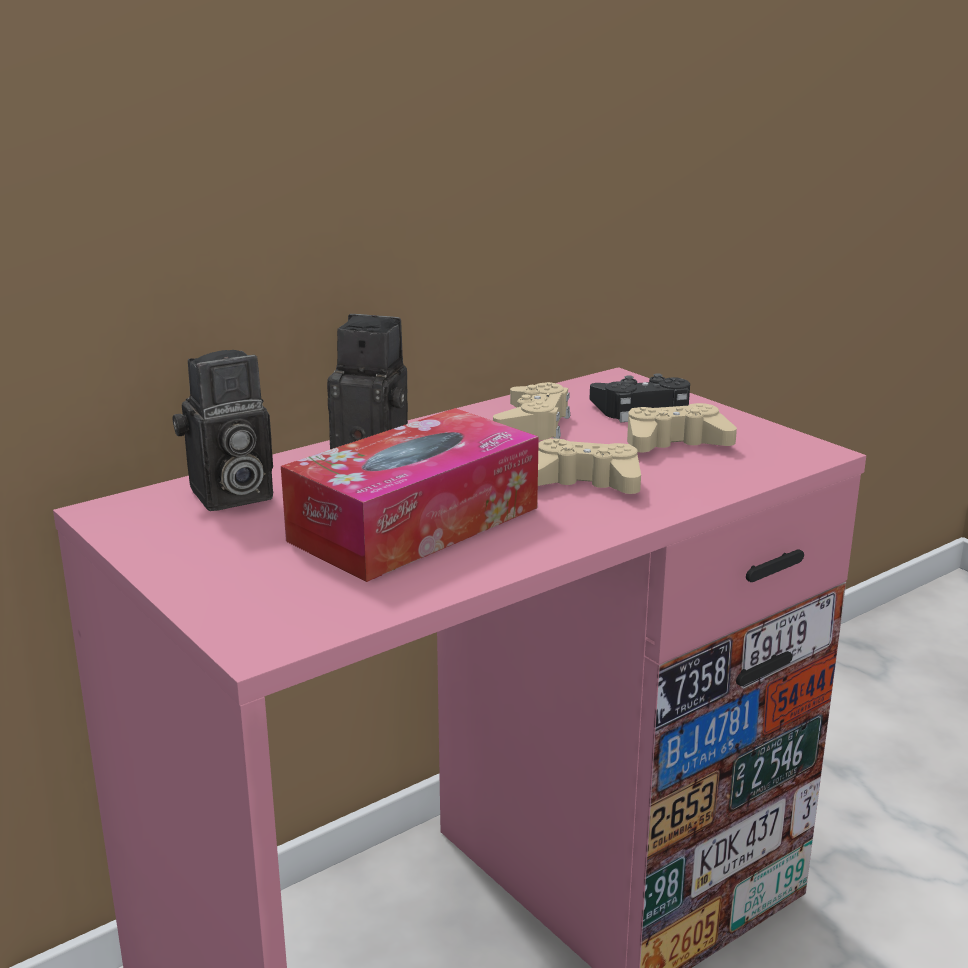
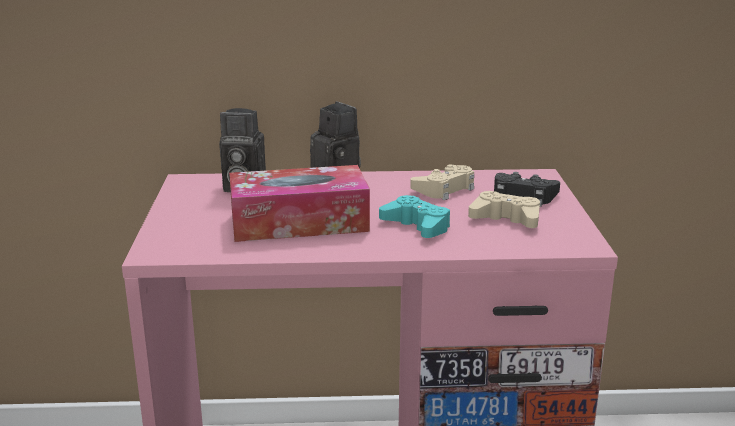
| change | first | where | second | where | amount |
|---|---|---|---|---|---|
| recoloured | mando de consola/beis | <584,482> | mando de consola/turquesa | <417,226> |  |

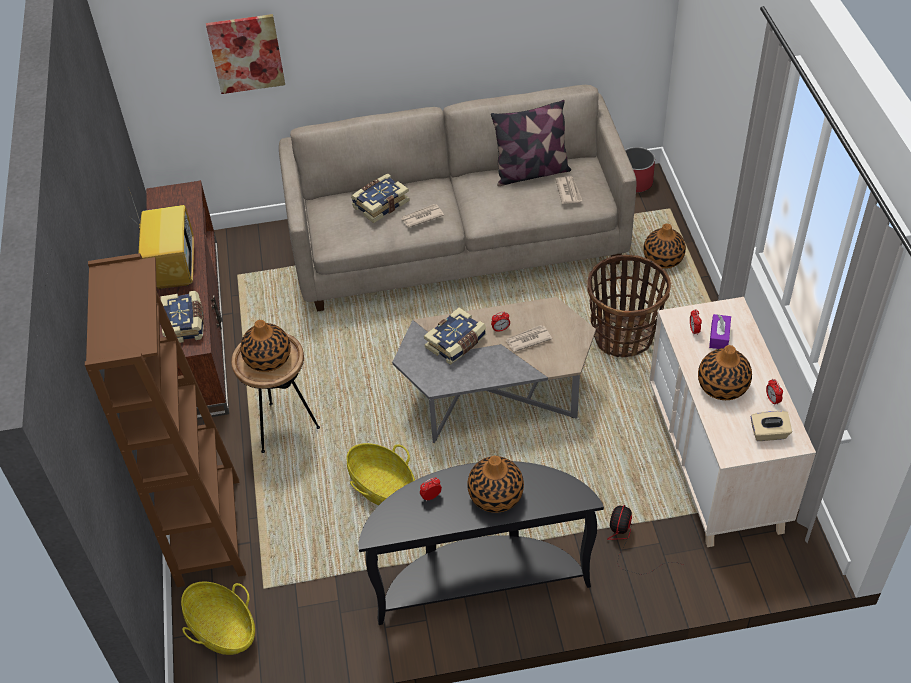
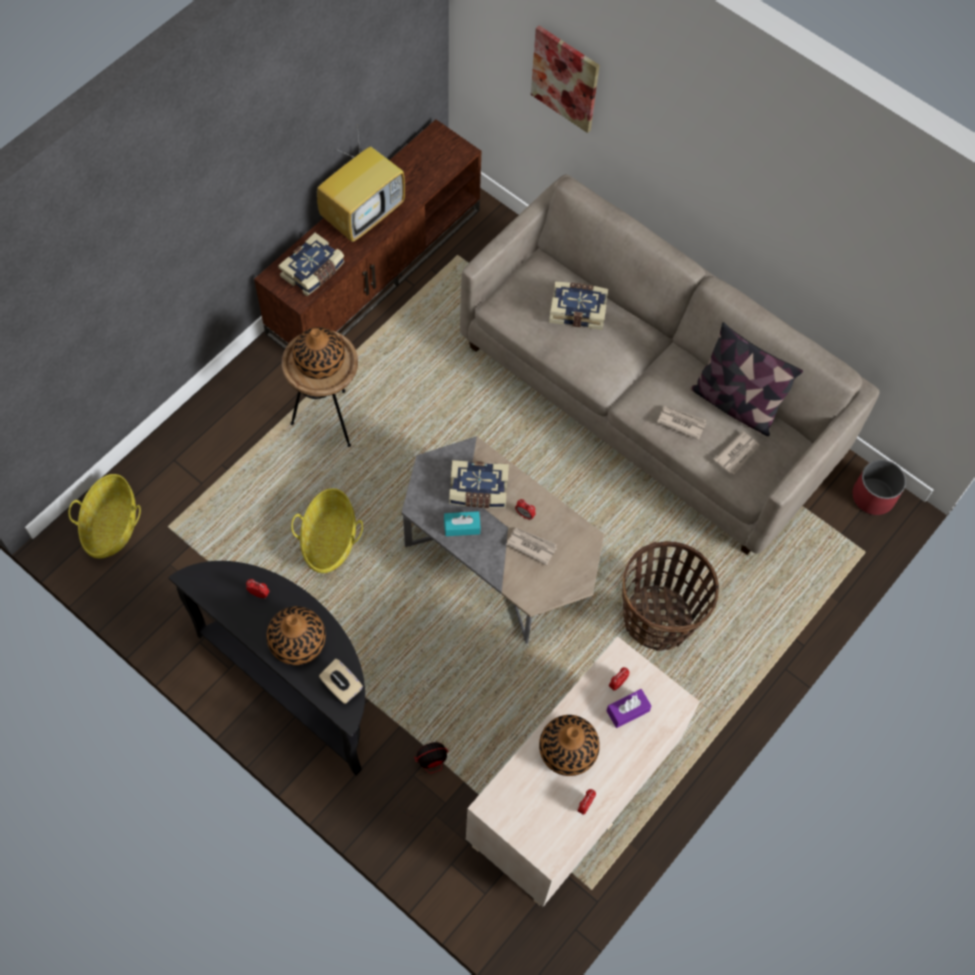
| change | first | where | second | where | amount |
|---|---|---|---|---|---|
| moved | caja de pañuelos/beis | <769,433> |  | <341,687> |  |
| added |  |  | caja de pañuelos/turquesa | <462,527> |  |
| moved | periódico | <421,217> |  | <681,422> |  |
| removed | estantería/marrón | <209,531> |  |  |  |
| removed | florero | <663,258> |  |  |  |

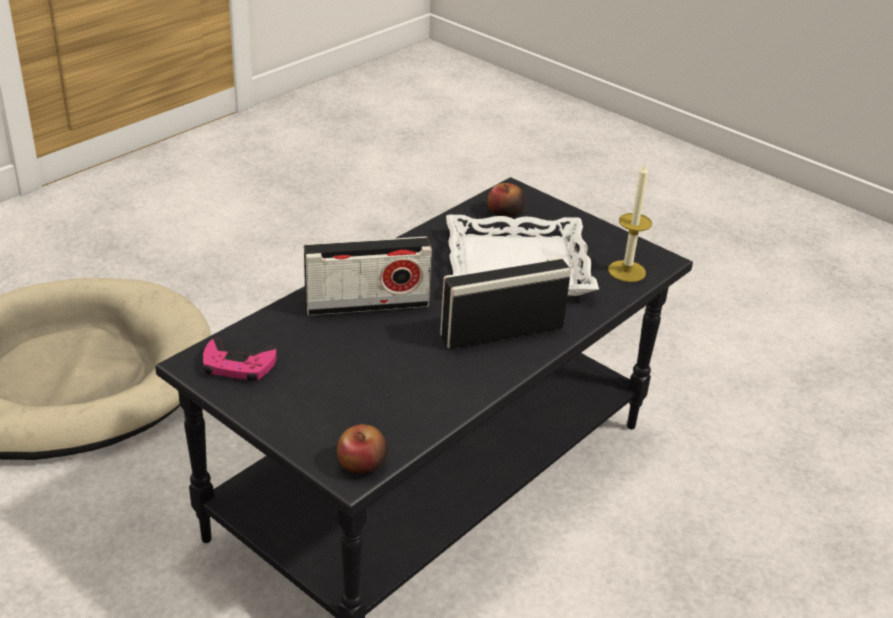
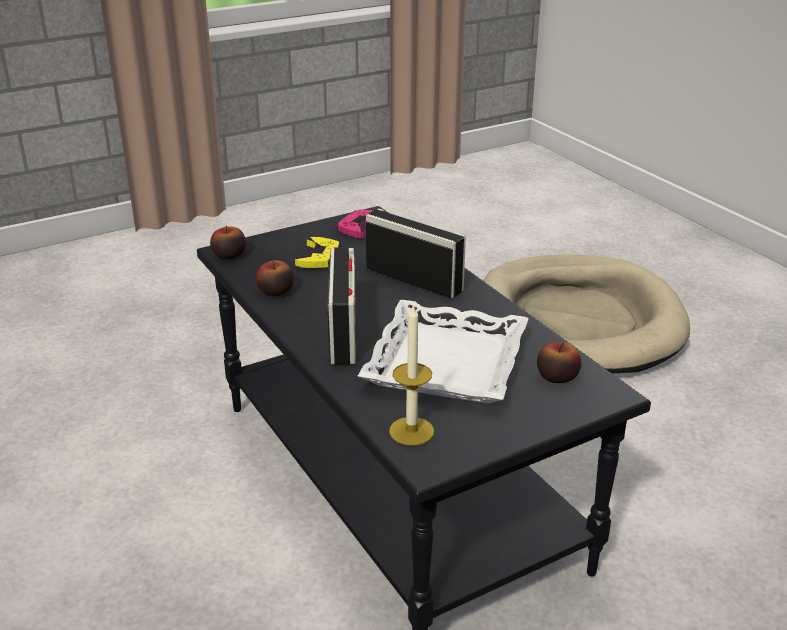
| change | first | where | second | where | amount |
|---|---|---|---|---|---|
| added |  |  | manzana | <275,291> |  |
| added |  |  | mando de consola/amarillo | <319,258> |  |
| turned | radio | <367,304> |  | <413,280> | 120 degrees clockwise |

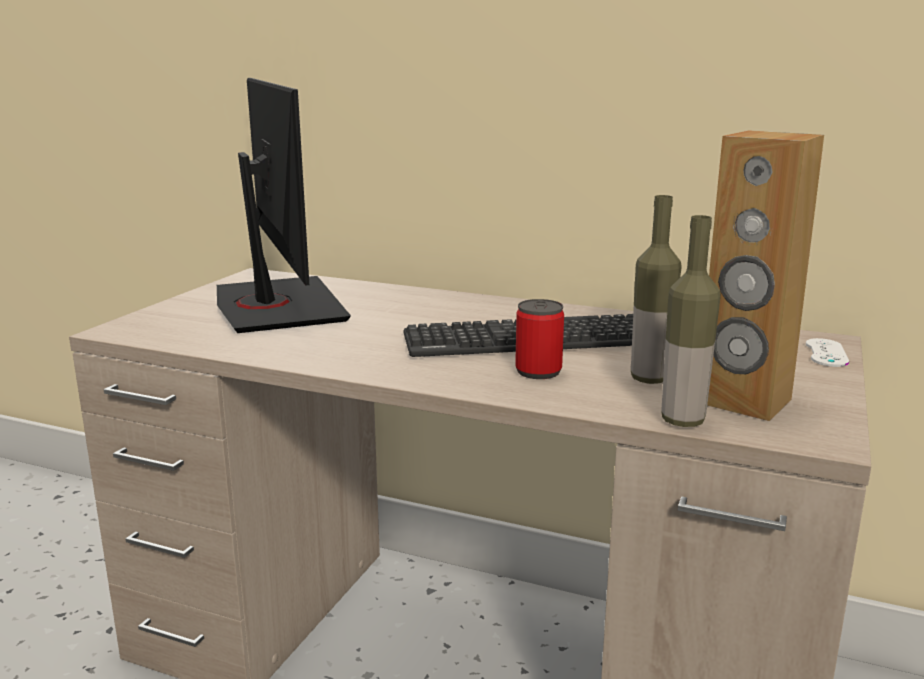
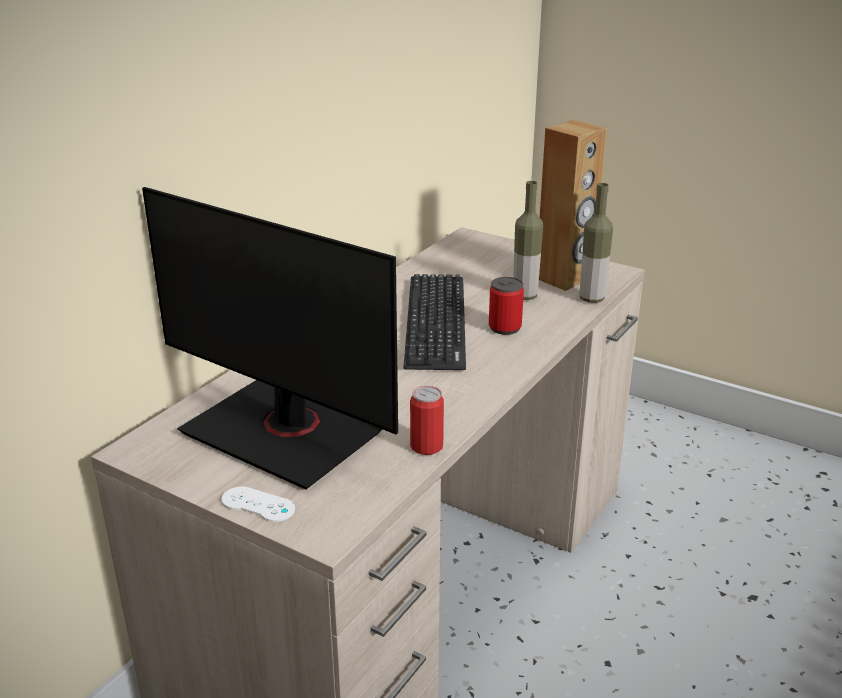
| change | first | where | second | where | amount |
|---|---|---|---|---|---|
| turned | monitor | <276,306> |  | <283,433> | 135 degrees counterclockwise |
| moved | mando de consola/blanco | <826,353> |  | <258,504> |  |
| added |  |  | lata | <426,446> |  |

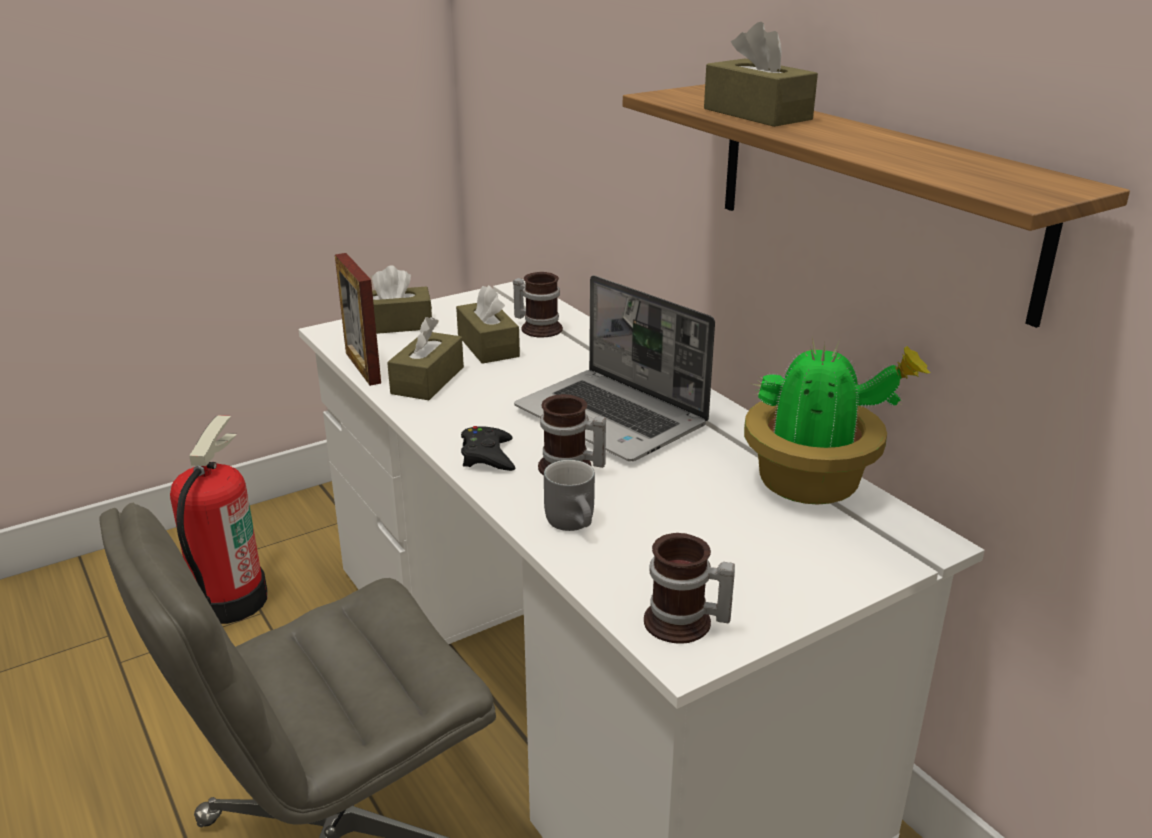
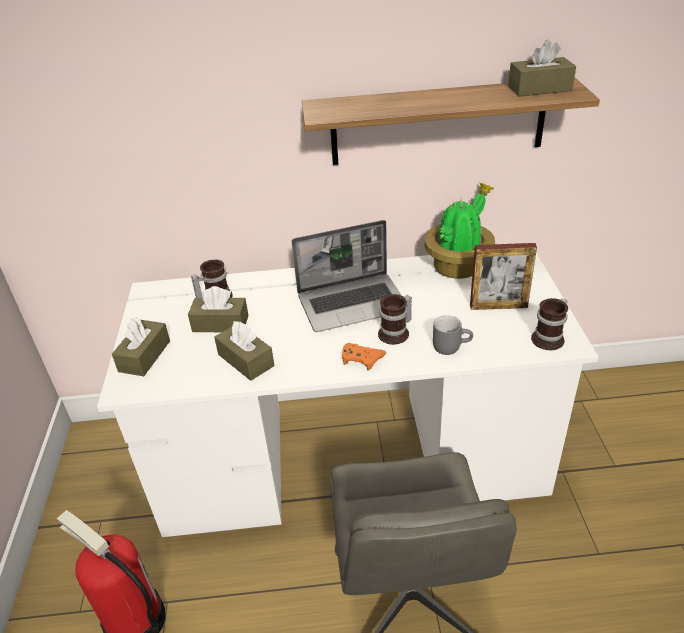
| change | first | where | second | where | amount |
|---|---|---|---|---|---|
| recoloured | mando de consola/negro | <488,456> | mando de consola/naranja | <361,358> |  |
| moved | portarretratos | <363,368> |  | <498,306> |  |
| moved | caja de pañuelos/marrón | <757,114> |  | <539,89> |  |

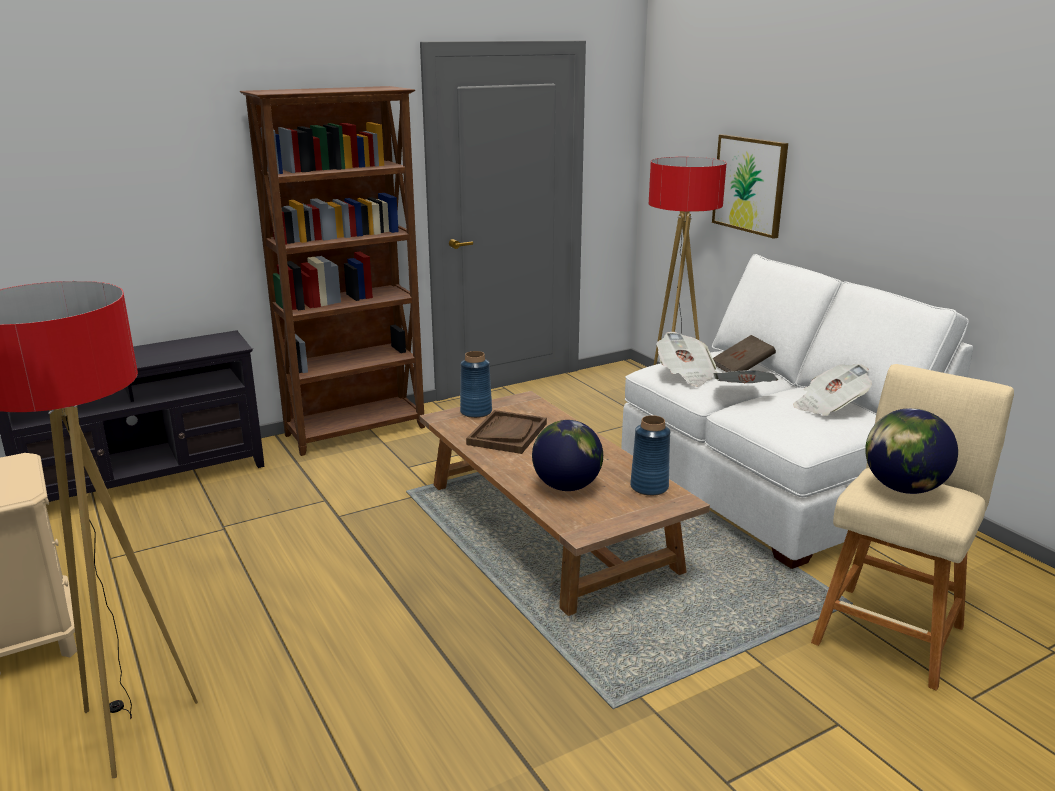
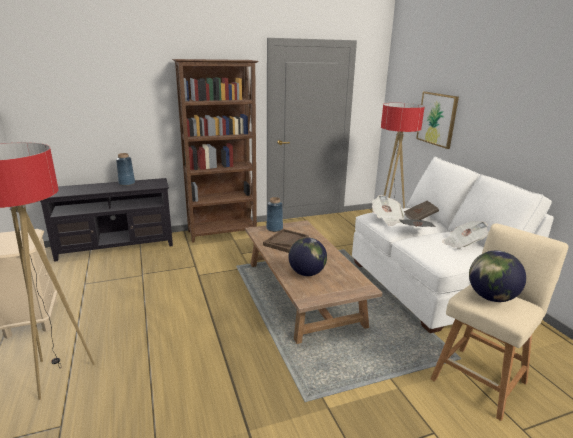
| change | first | where | second | where | amount |
|---|---|---|---|---|---|
| moved | florero/azul | <649,487> |  | <126,183> |  |

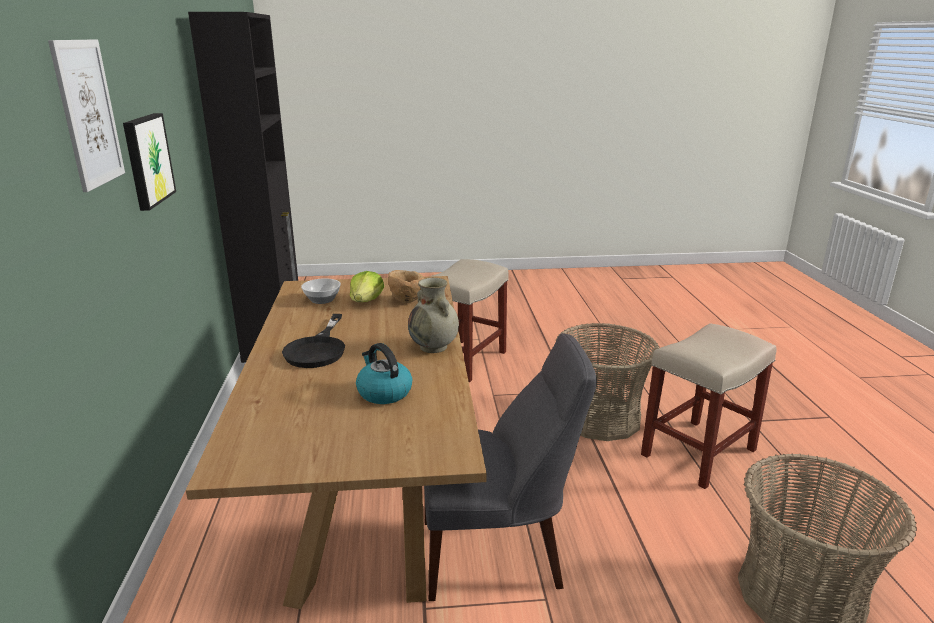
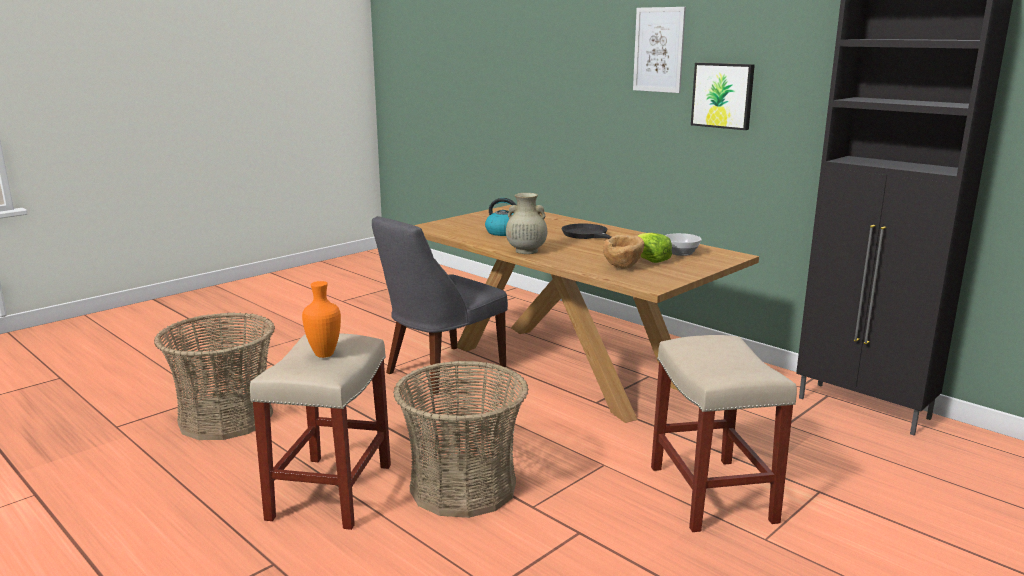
| change | first | where | second | where | amount |
|---|---|---|---|---|---|
| added |  |  | florero/naranja | <324,355> |  |

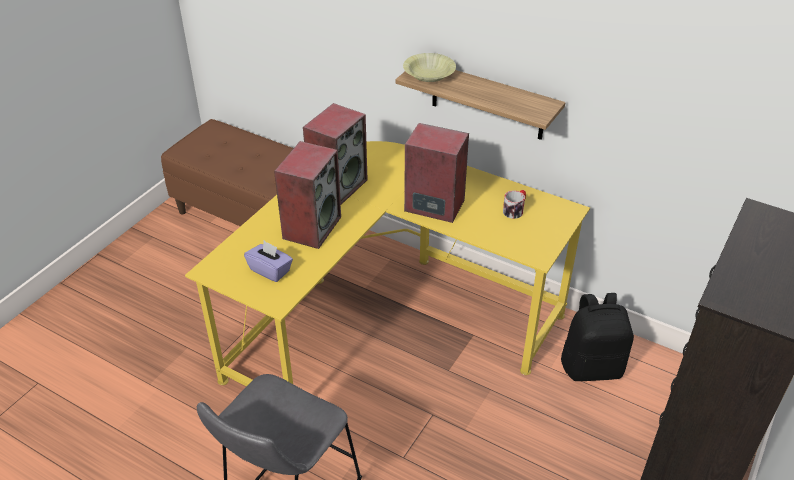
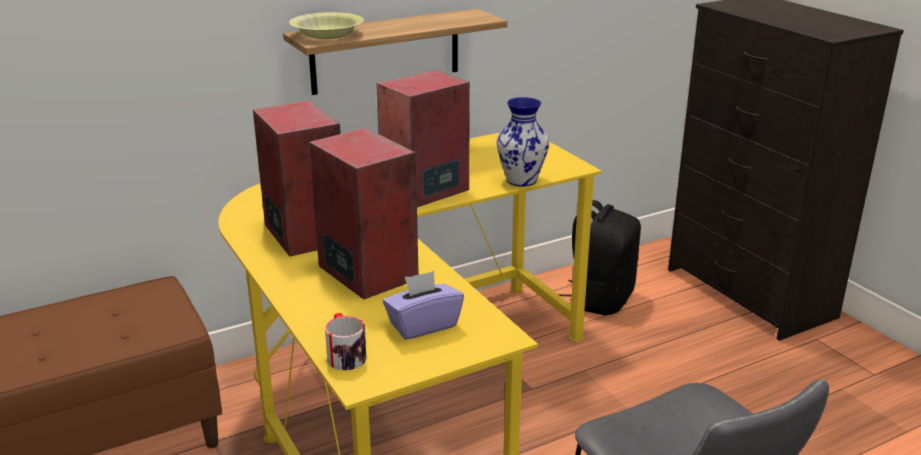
| change | first | where | second | where | amount |
|---|---|---|---|---|---|
| moved | taza grande | <515,210> |  | <345,354> |  |
| added |  |  | florero | <521,180> |  |

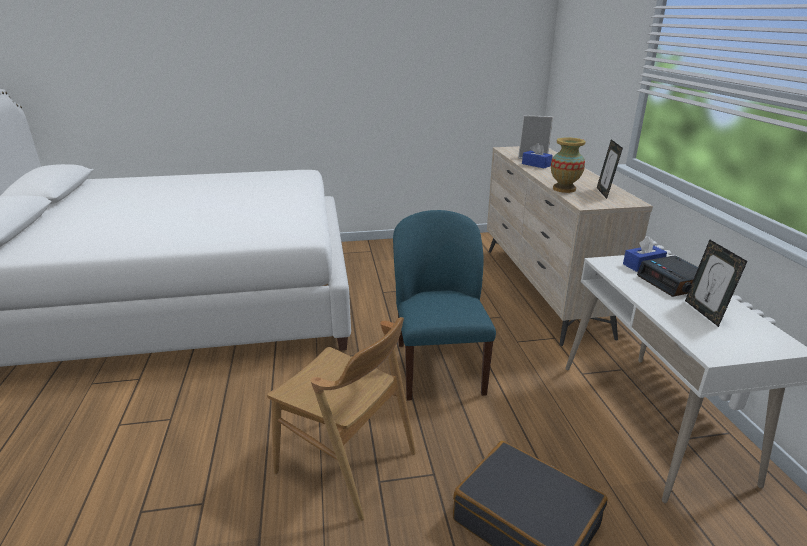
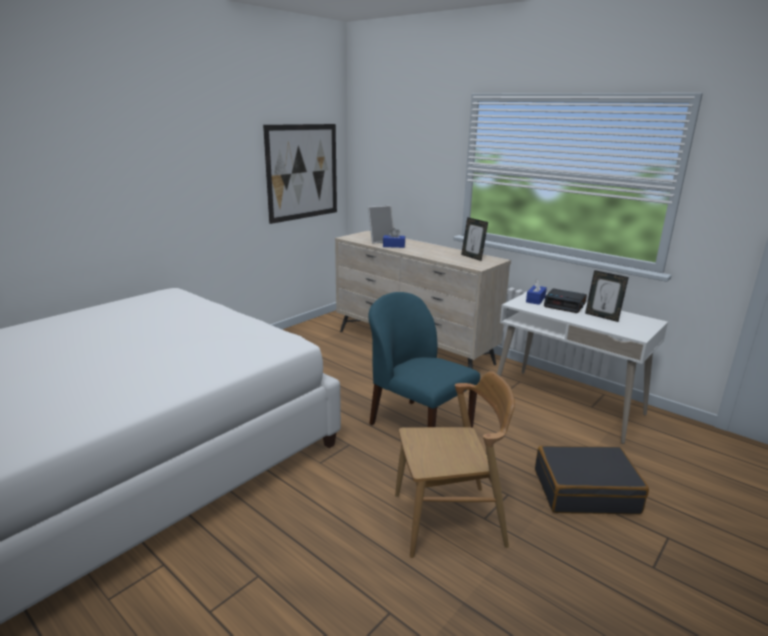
| change | first | where | second | where | amount |
|---|---|---|---|---|---|
| added |  |  | cuadro | <302,172> |  |
| removed | florero | <564,189> |  |  |  |

